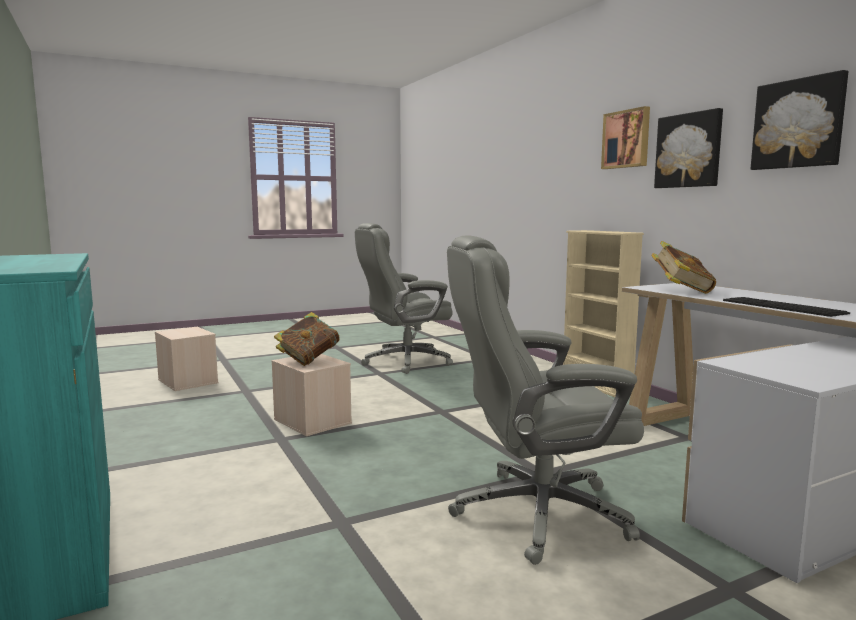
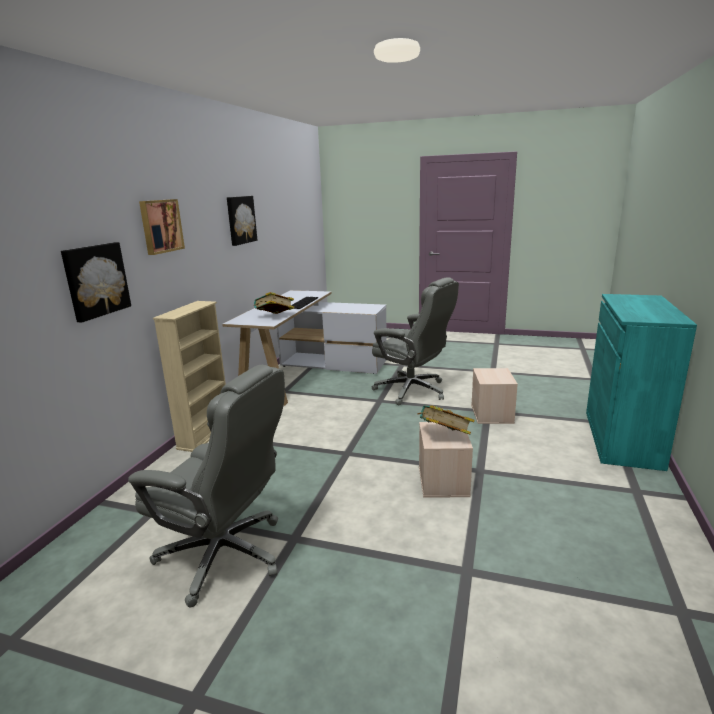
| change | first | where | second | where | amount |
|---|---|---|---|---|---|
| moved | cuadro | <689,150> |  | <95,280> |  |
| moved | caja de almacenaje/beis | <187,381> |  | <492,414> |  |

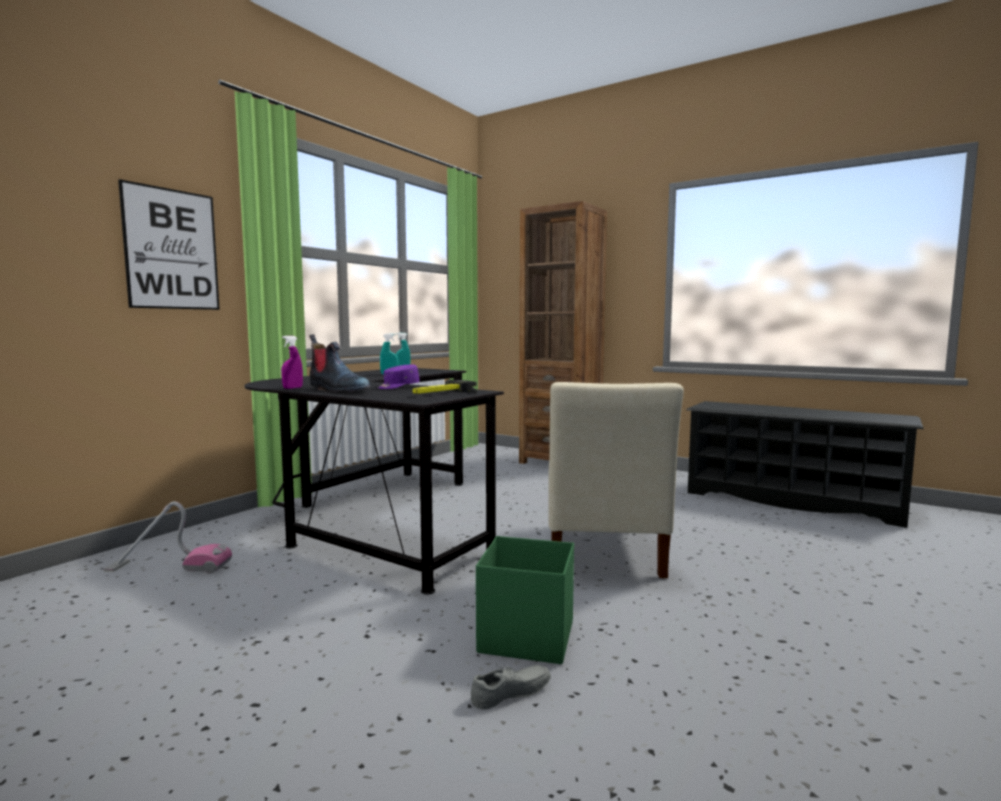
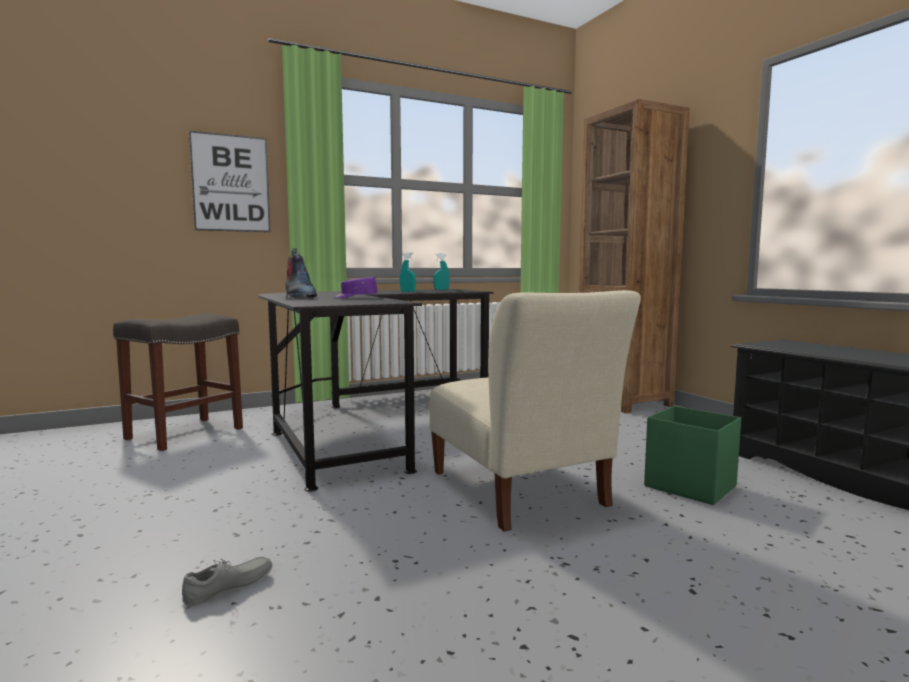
| change | first | where | second | where | amount |
|---|---|---|---|---|---|
| replaced | aspiradora | <169,567> | taburete/gris | <186,433> |  |
| turned | zapato/gris | <512,695> |  | <230,588> | 45 degrees counterclockwise |
| turned | silla/beis | <602,552> |  | <520,492> | 60 degrees counterclockwise |
| moved | caja de almacenaje/verde | <525,637> |  | <689,486> |  |
| removed | pulverizador/morado | <292,388> |  |  |  |
| removed | martillo | <443,393> |  |  |  |

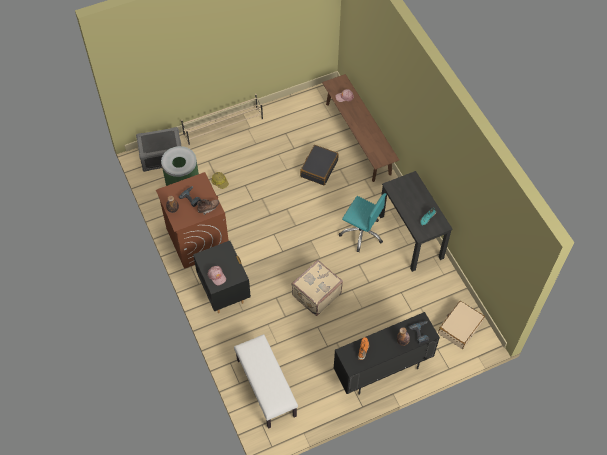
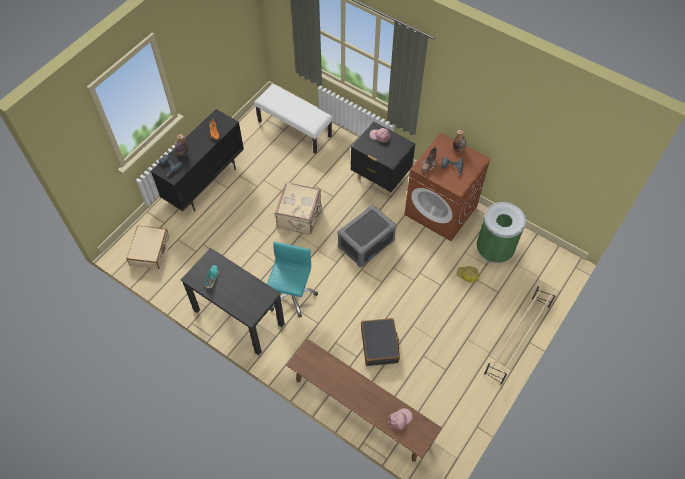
| change | first | where | second | where | amount |
|---|---|---|---|---|---|
| turned | silla de oficina/turquesa | <361,233> |  | <291,295> | 105 degrees clockwise |
| moved | caja de almacenaje/gris | <161,157> |  | <366,243> |  |

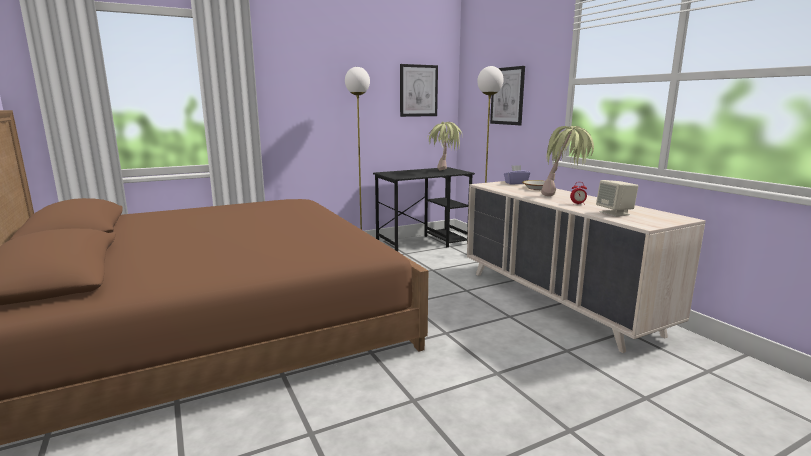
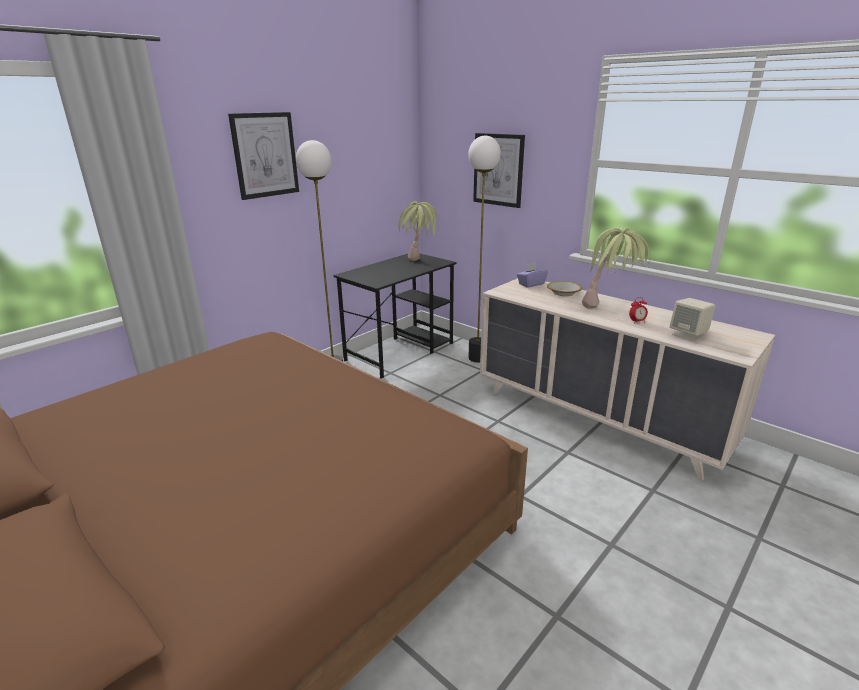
| change | first | where | second | where | amount |
|---|---|---|---|---|---|
| moved | cuadro | <418,90> |  | <265,155> |  |

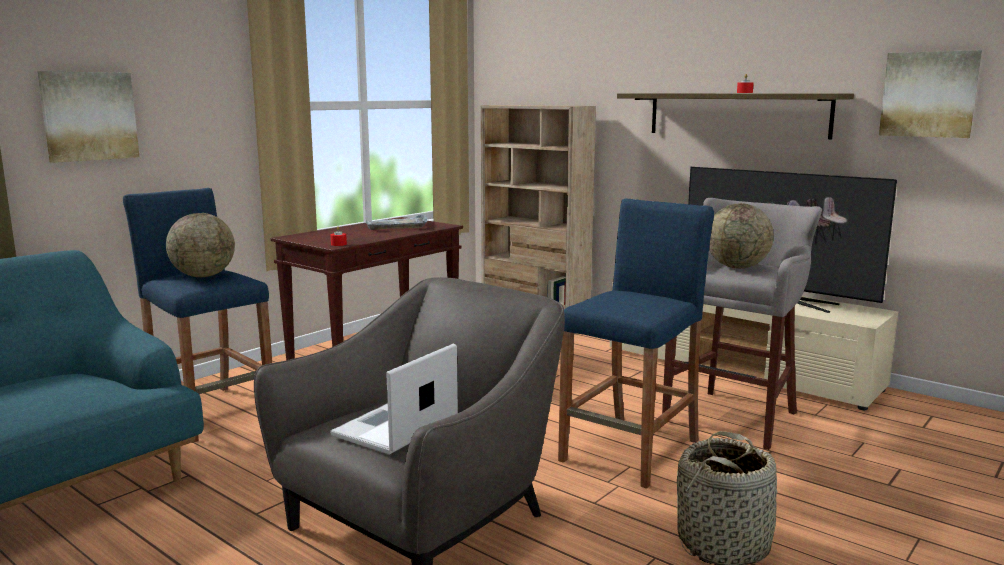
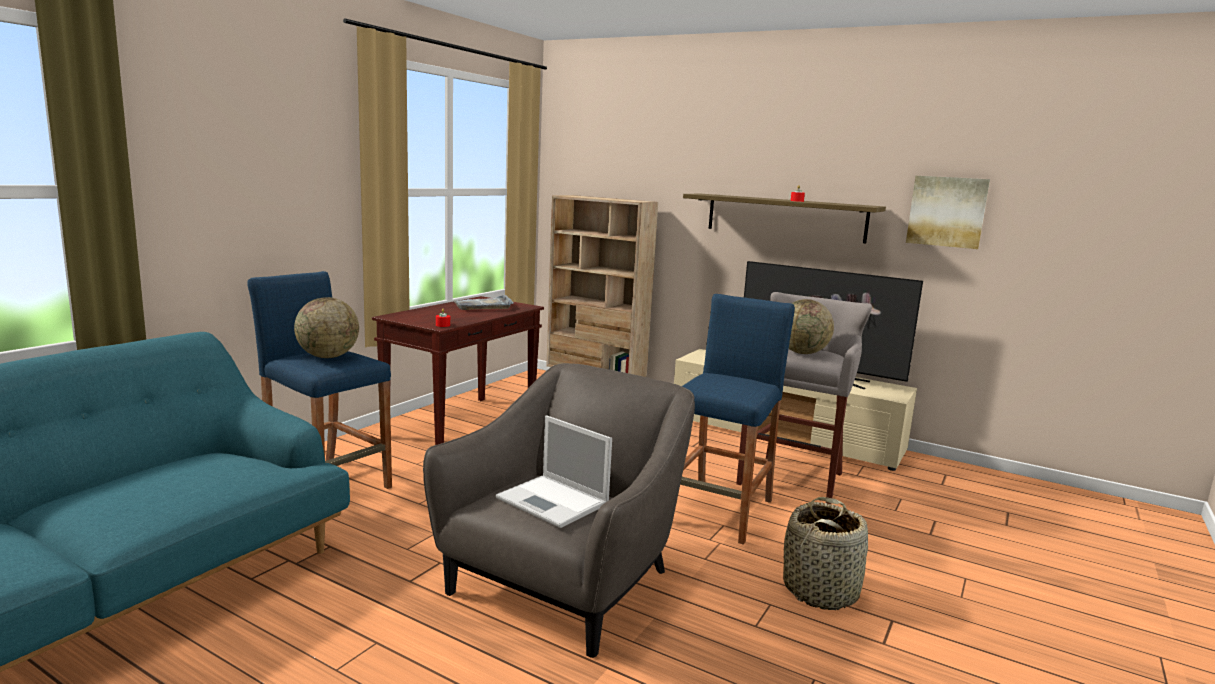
| change | first | where | second | where | amount |
|---|---|---|---|---|---|
| turned | portátil | <394,428> |  | <554,502> | 75 degrees counterclockwise |
| removed | cuadro | <89,116> |  |  |  |

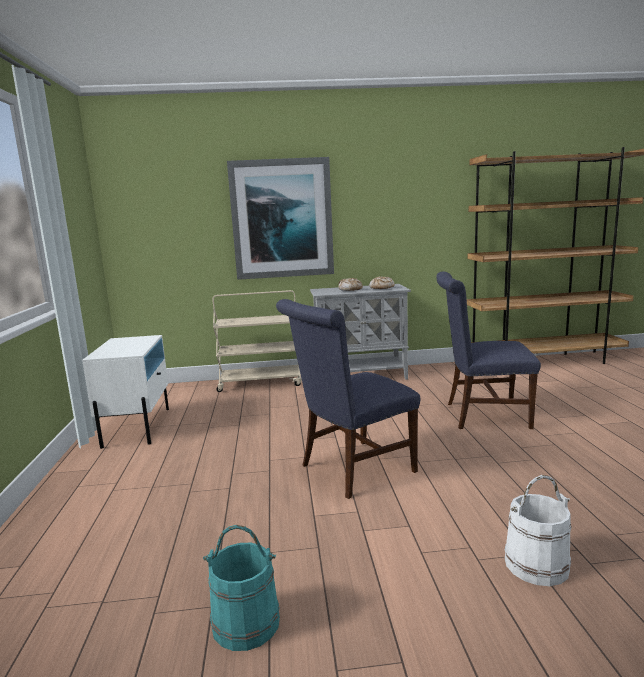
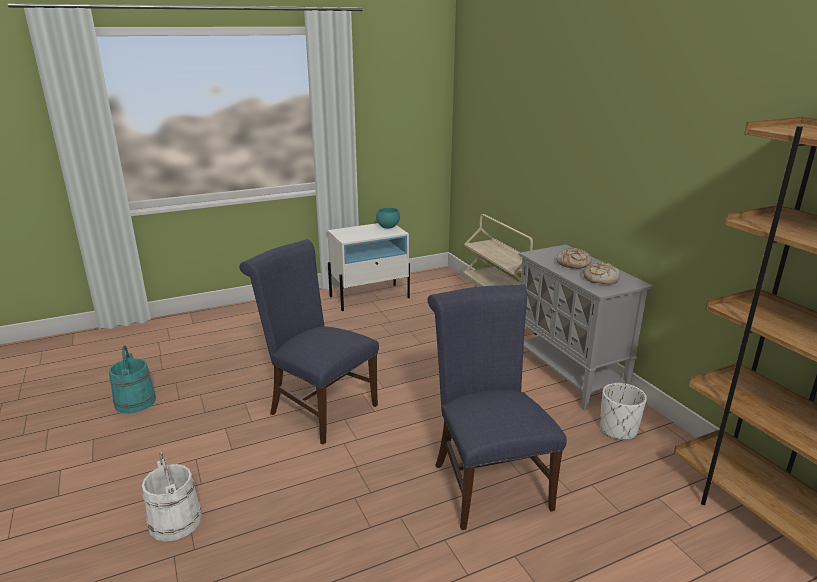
| change | first | where | second | where | amount |
|---|---|---|---|---|---|
| added |  |  | cuenco/turquesa | <387,227> |  |
| added |  |  | maceta/blanco | <618,429> |  |
| removed | cuadro | <282,219> |  |  |  |

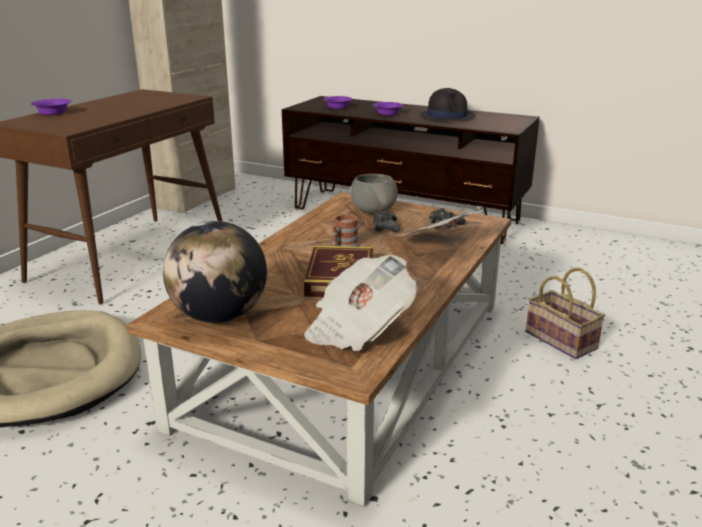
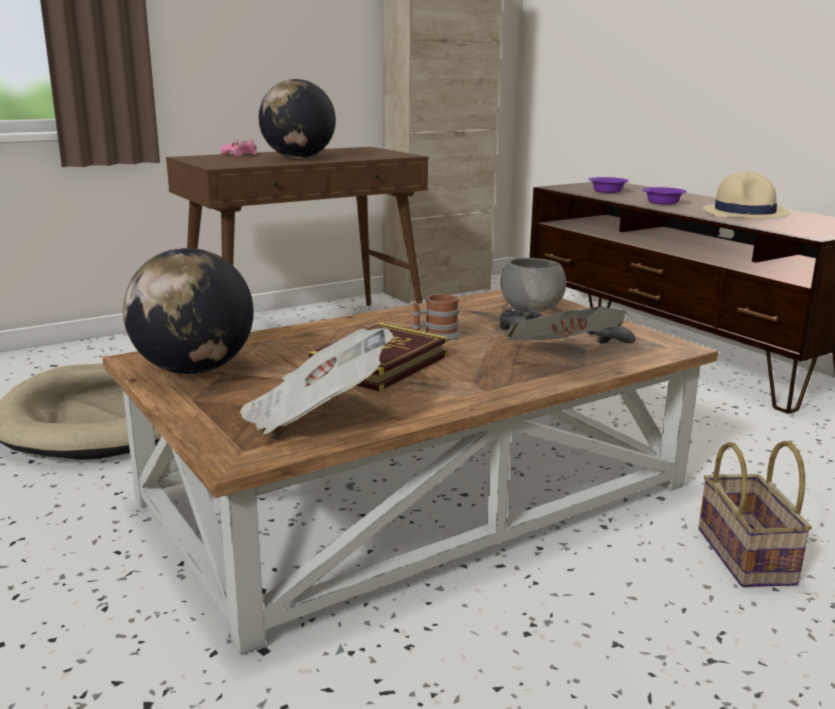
| change | first | where | second | where | amount |
|---|---|---|---|---|---|
| replaced | cuenco/morado | <53,113> | mando de consola/rosa | <240,155> |  |
| added |  |  | globo terráqueo | <298,158> |  |
| recoloured | sombrero/negro | <447,116> | sombrero/beis | <745,213> |  |

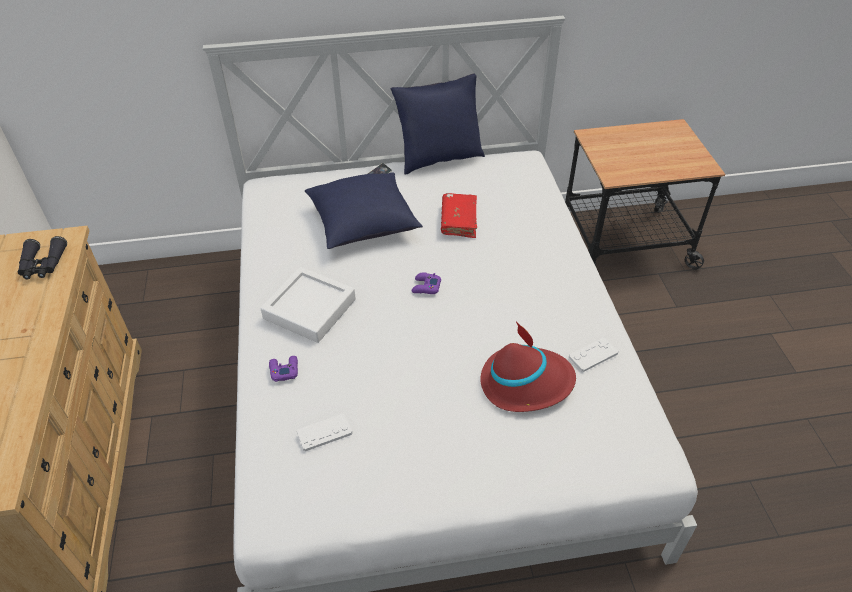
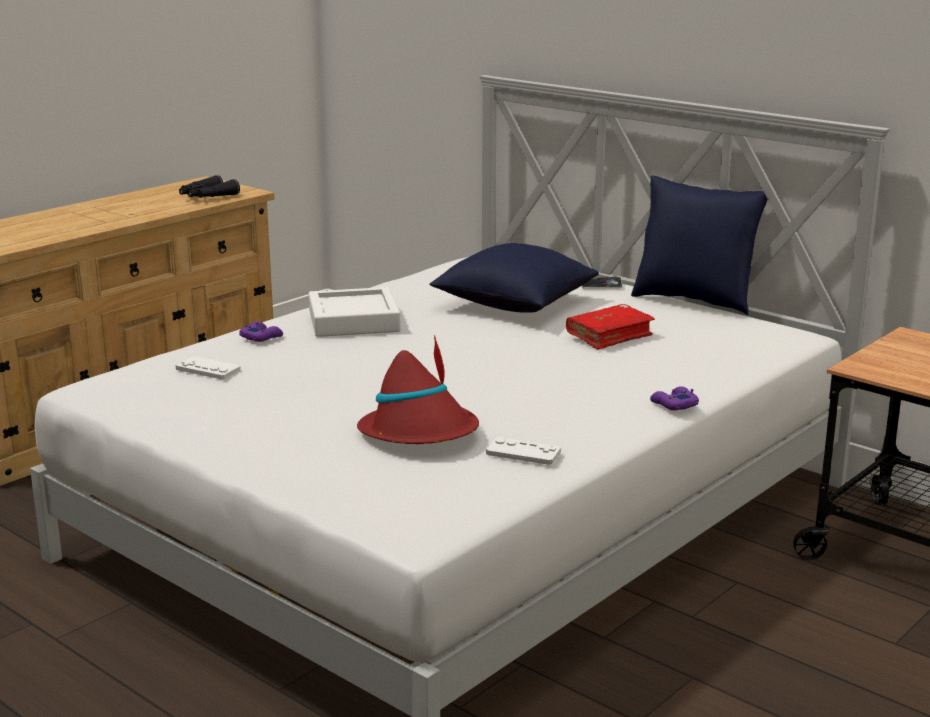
| change | first | where | second | where | amount |
|---|---|---|---|---|---|
| moved | mando de consola/morado | <426,287> |  | <674,404> |  |

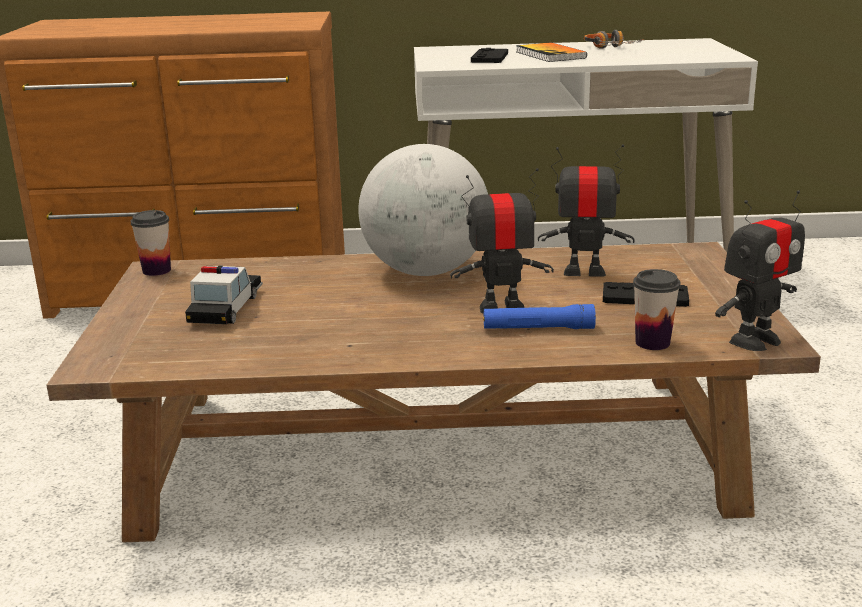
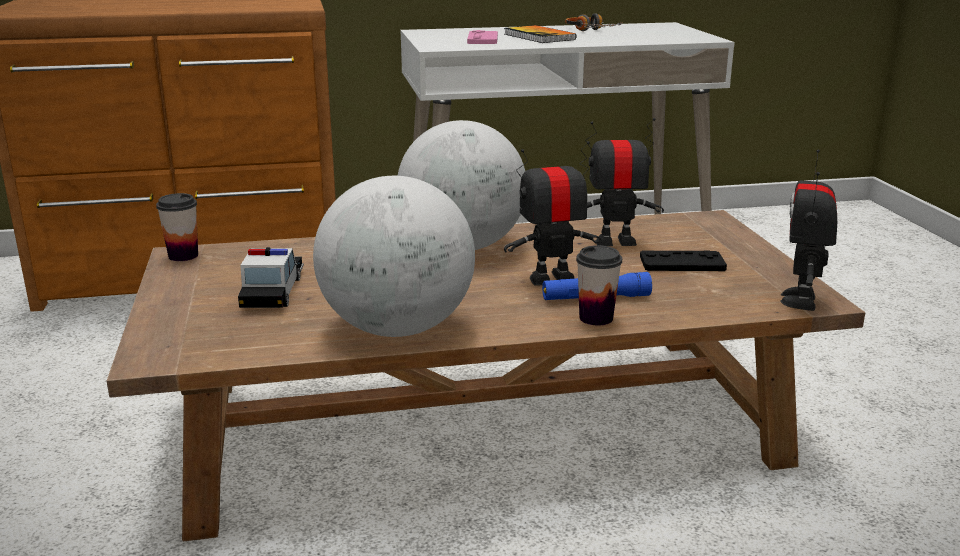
| change | first | where | second | where | amount |
|---|---|---|---|---|---|
| added |  |  | globo terráqueo | <397,328> |  |
| recoloured | mando de consola/negro | <489,57> | mando de consola/rosa | <482,39> |  |
| moved | taza | <652,343> |  | <596,318> |  |
| turned | robot de juguete | <755,340> |  | <801,300> | 150 degrees clockwise |

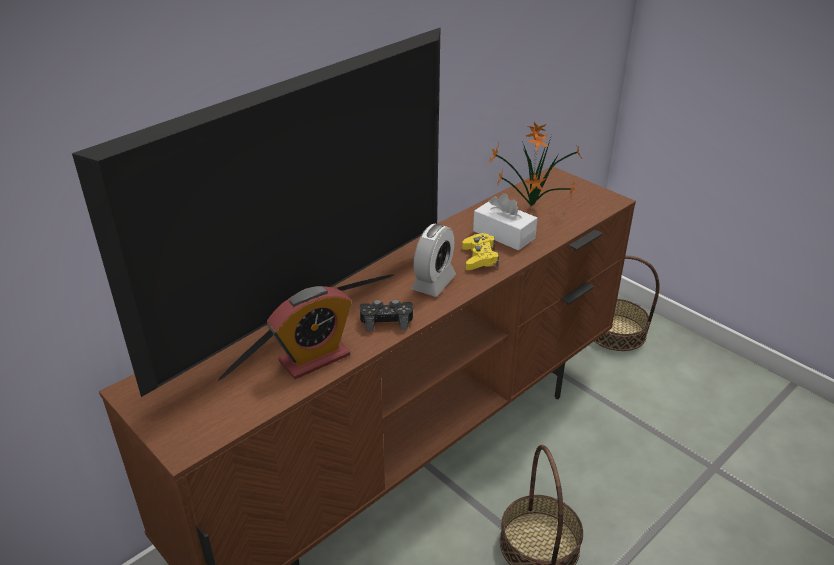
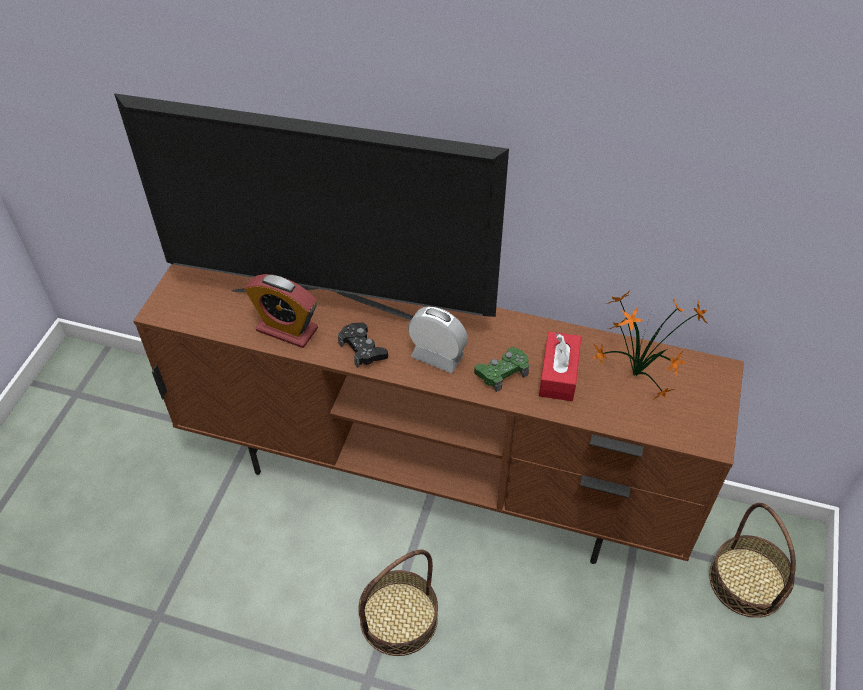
| change | first | where | second | where | amount |
|---|---|---|---|---|---|
| turned | despertador | <433,283> |  | <437,356> | 150 degrees counterclockwise |
| recoloured | mando de consola/amarillo | <479,258> | mando de consola/verde | <502,372> |  |
| recoloured | caja de pañuelos/blanco | <504,235> | caja de pañuelos/rojo | <558,374> |  |

